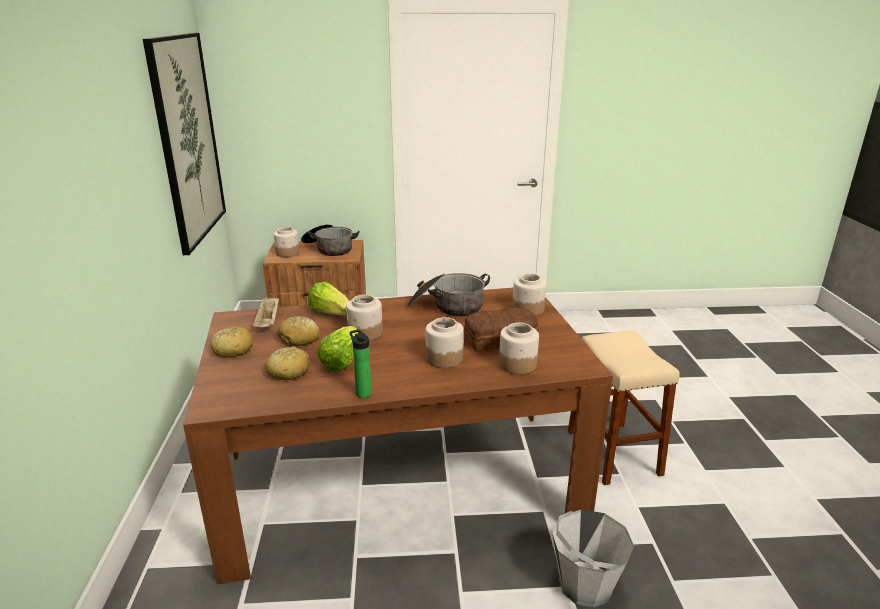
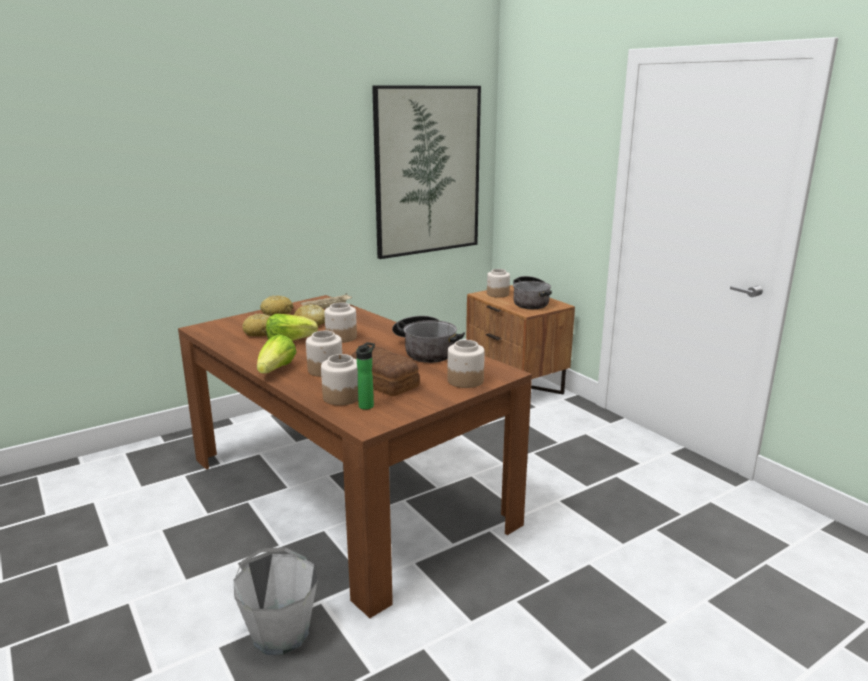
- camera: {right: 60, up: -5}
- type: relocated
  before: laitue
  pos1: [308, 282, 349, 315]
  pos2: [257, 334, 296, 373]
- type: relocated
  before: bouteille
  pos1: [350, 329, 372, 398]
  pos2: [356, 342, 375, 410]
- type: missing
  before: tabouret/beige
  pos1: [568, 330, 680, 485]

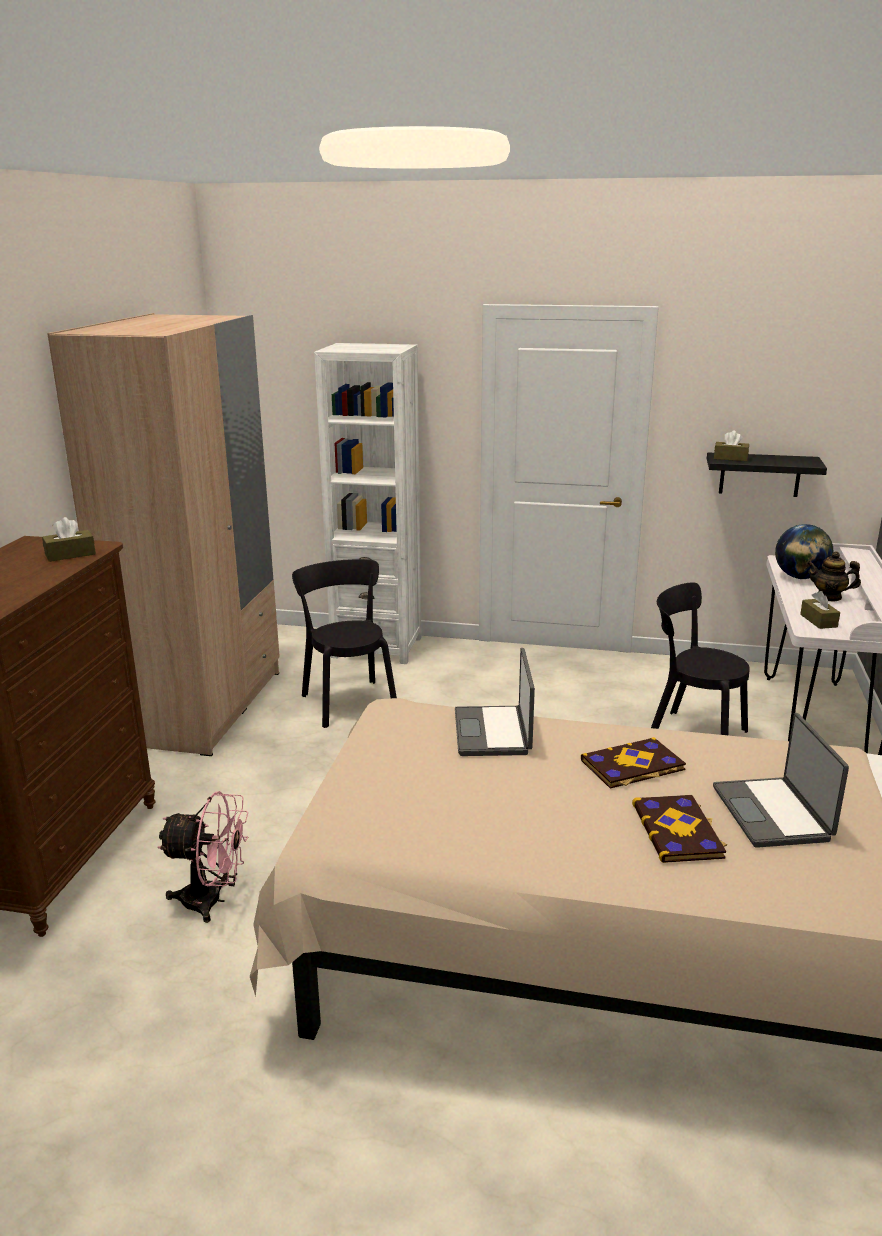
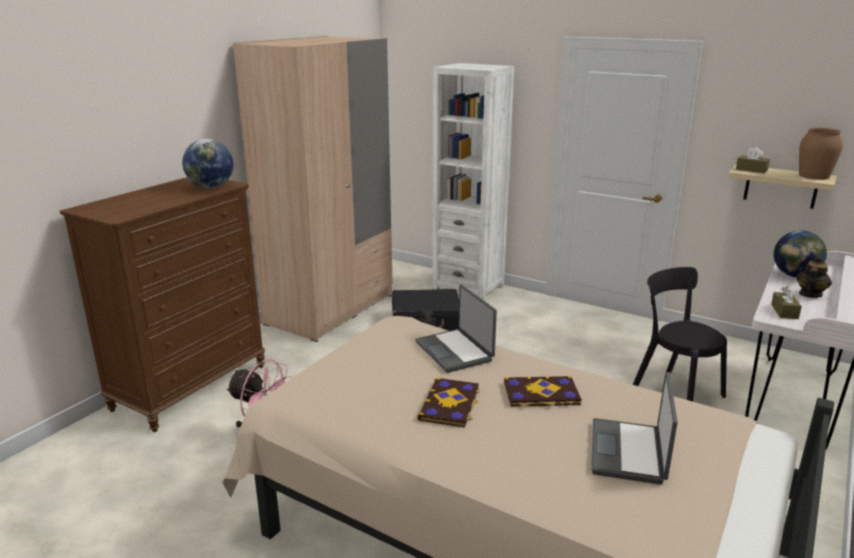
- camera: {right: 20, up: 0}
- type: colour
  before: étagère/noir
  after: étagère/beige
  pos1: [707, 453, 827, 497]
  pos2: [728, 164, 837, 209]
- type: exchanged
  before: boîte à mouchoirs/marron
  after: globe
  pos1: [42, 517, 96, 562]
  pos2: [182, 139, 233, 189]
- type: spun
  before: théière
  pos1: [806, 552, 861, 601]
  pos2: [797, 256, 832, 298]
  turn: 90
- type: exchanged
  before: chaise/noir
  after: valise/noir
  pos1: [292, 559, 397, 728]
  pos2: [392, 289, 459, 331]
- type: spun
  before: ordinateur portable
  pos1: [455, 648, 535, 756]
  pos2: [415, 285, 497, 373]
  turn: -45
- type: relocated
  before: livre
  pos1: [632, 795, 727, 863]
  pos2: [417, 378, 480, 428]
- type: appeared
  after: vase/marron
  pos2: [799, 128, 843, 180]

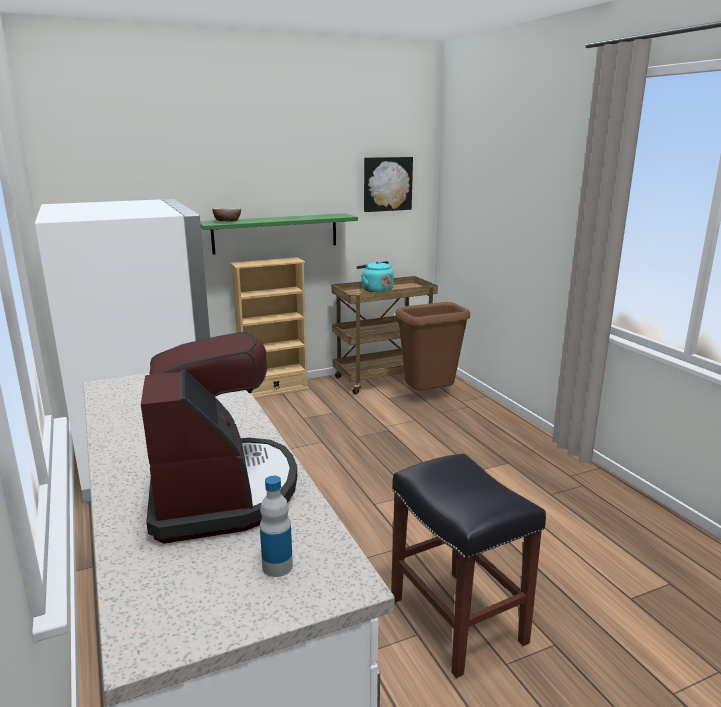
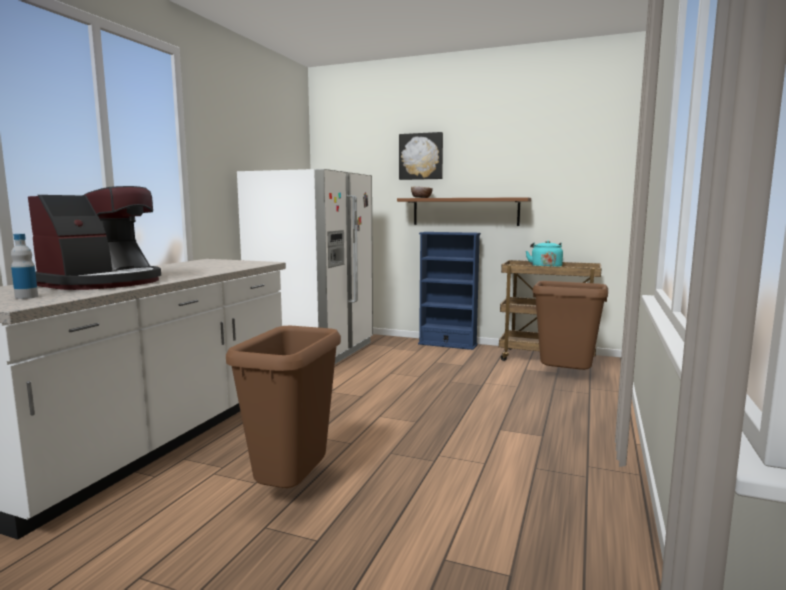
- camera: {right: 45, up: -10}
- type: relocated
  before: tableau
  pos1: [364, 157, 413, 212]
  pos2: [399, 132, 443, 180]
- type: colour
  before: étagère/vert
  after: étagère/marron
  pos1: [200, 213, 358, 254]
  pos2: [397, 197, 531, 226]
- type: colour
  before: bibliothèque/beige
  after: bibliothèque/bleu
  pos1: [230, 257, 309, 399]
  pos2: [418, 232, 481, 350]
- type: exchanged
  before: tabouret/noir
  after: poubelle/marron
  pos1: [391, 453, 546, 678]
  pos2: [226, 326, 341, 488]

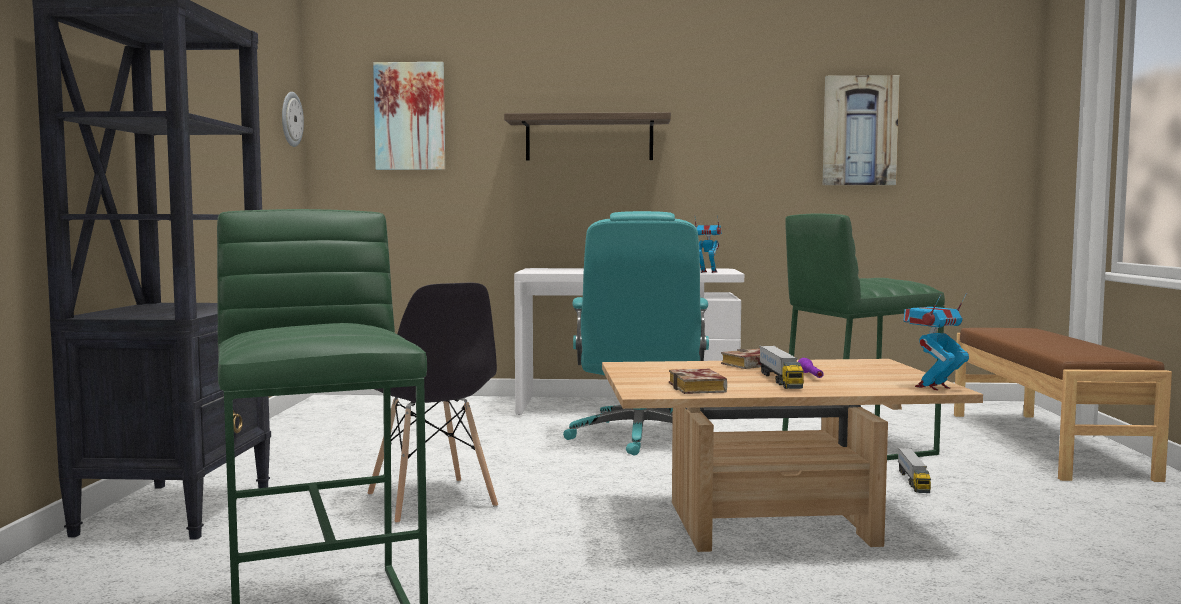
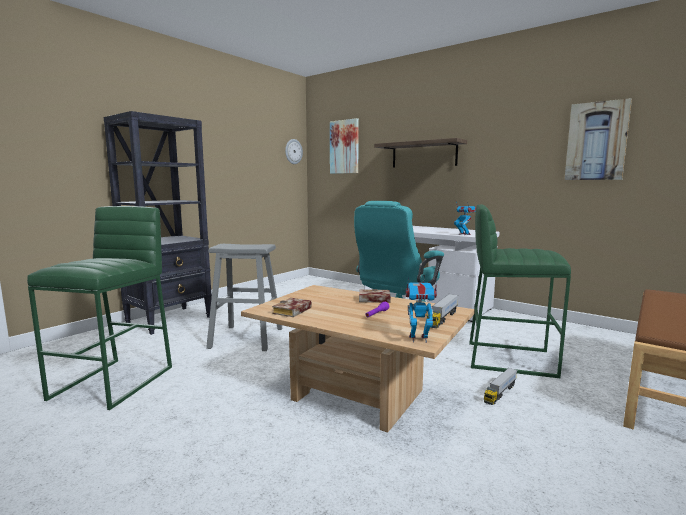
- camera: {right: 35, up: 5}
- type: exchanged
  before: chaise/gris
  after: tabouret/gris
  pos1: [367, 283, 498, 524]
  pos2: [206, 244, 283, 351]
- type: relocated
  before: camion jouet
  pos1: [759, 346, 804, 389]
  pos2: [427, 294, 458, 328]

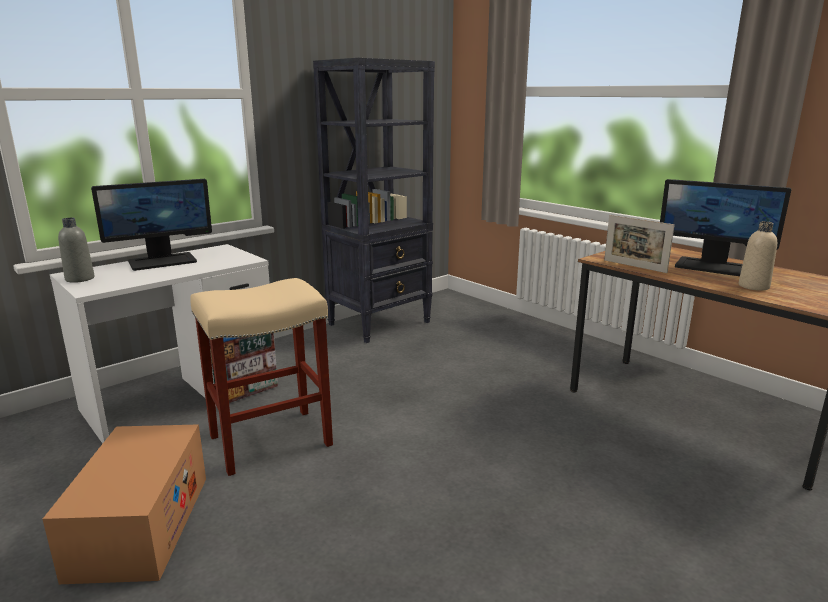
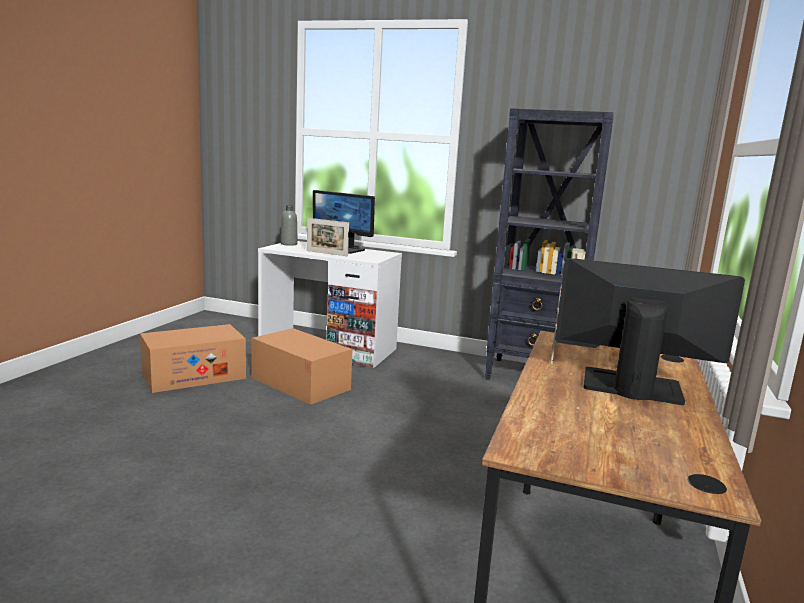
- camera: {right: 60, up: -5}
- type: spun
  before: écran d'ordinateur
  pos1: [660, 179, 791, 276]
  pos2: [555, 258, 745, 405]
  turn: 105
- type: missing
  before: bouteille/beige
  pos1: [739, 221, 777, 291]
- type: exchanged
  before: tabouret/beige
  after: carton
  pos1: [190, 278, 333, 476]
  pos2: [251, 328, 352, 405]
- type: appeared
  after: cadre photo
  pos2: [307, 218, 349, 256]

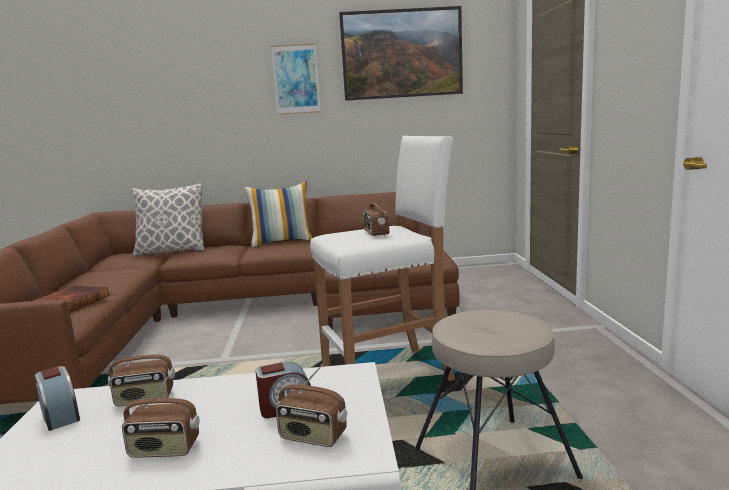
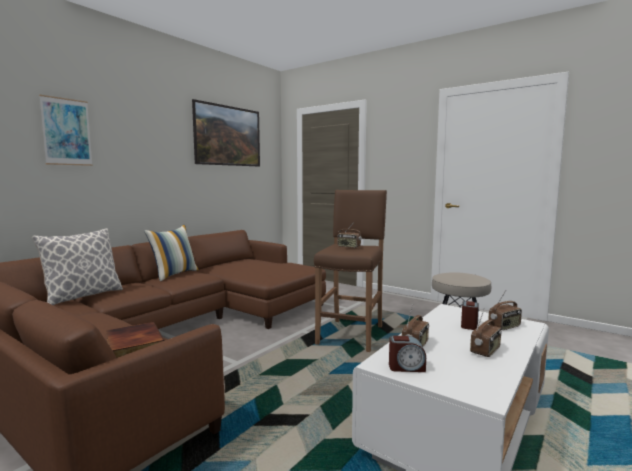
- camera: {right: -50, up: -5}
- type: relocated
  before: tableau
  pos1: [271, 43, 321, 115]
  pos2: [39, 95, 93, 166]
- type: colour
  before: tabouret/blanc
  after: tabouret/marron
  pos1: [310, 136, 455, 381]
  pos2: [314, 190, 387, 352]

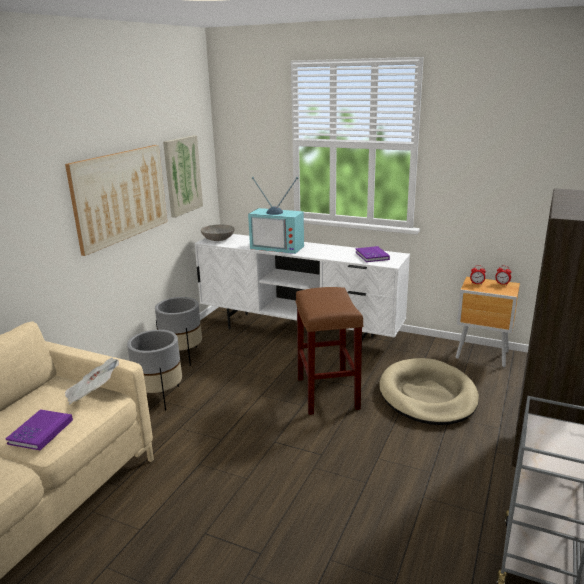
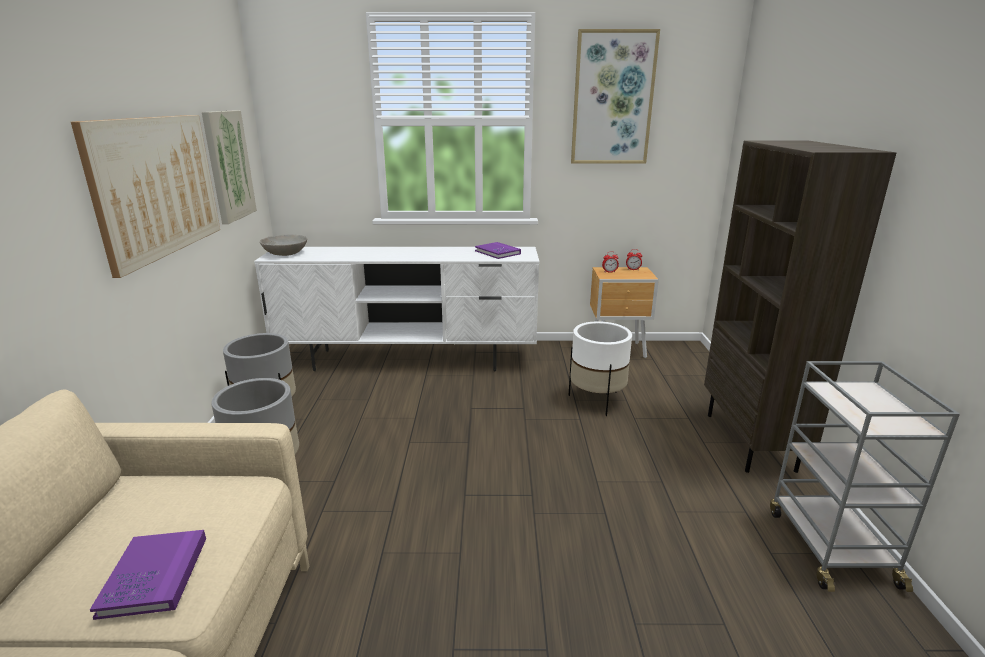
- camera: {right: -25, up: 0}
- type: missing
  before: téléviseur
  pos1: [248, 177, 304, 254]
- type: missing
  before: tabouret/marron
  pos1: [295, 287, 364, 415]
- type: missing
  before: journal
  pos1: [65, 357, 119, 405]
- type: exchanged
  before: panier pour chien/beige
  after: cache-pot/blanc
  pos1: [379, 358, 479, 425]
  pos2: [568, 321, 632, 416]
- type: appeared
  after: tableau
  pos2: [571, 29, 660, 164]

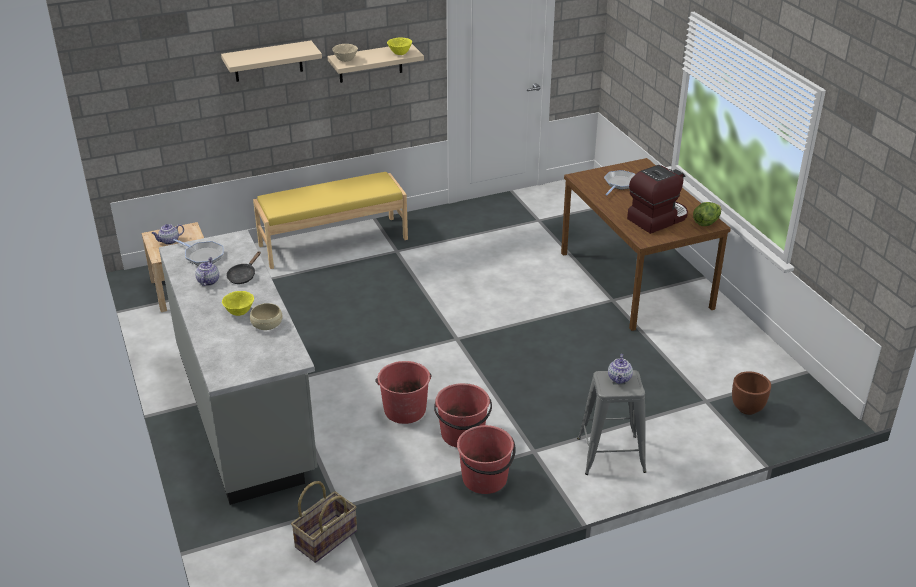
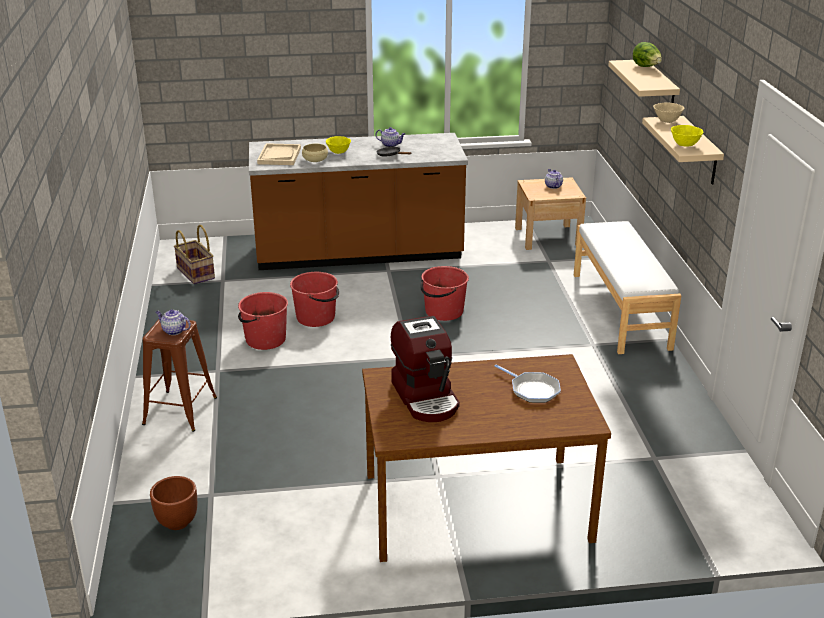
- camera: {right: 105, up: -5}
- type: colour
  before: banc/jaune
  after: banc/blanc
  pos1: [253, 172, 408, 269]
  pos2: [574, 221, 681, 354]
- type: relocated
  before: laitue
  pos1: [693, 202, 721, 226]
  pos2: [633, 42, 662, 67]
- type: colour
  before: comptoir de cuisine/gris
  after: comptoir de cuisine/marron
  pos1: [159, 230, 318, 505]
  pos2: [249, 133, 468, 270]
- type: missing
  before: poêle
  pos1: [173, 239, 224, 266]
- type: colour
  before: tabouret/gris
  after: tabouret/marron
  pos1: [577, 370, 646, 475]
  pos2: [142, 319, 217, 432]
- type: relocated
  before: seau/rouge
  pos1: [457, 425, 516, 494]
  pos2: [420, 266, 469, 321]
- type: appeared
  after: plateau/beige
  pos2: [257, 143, 301, 165]

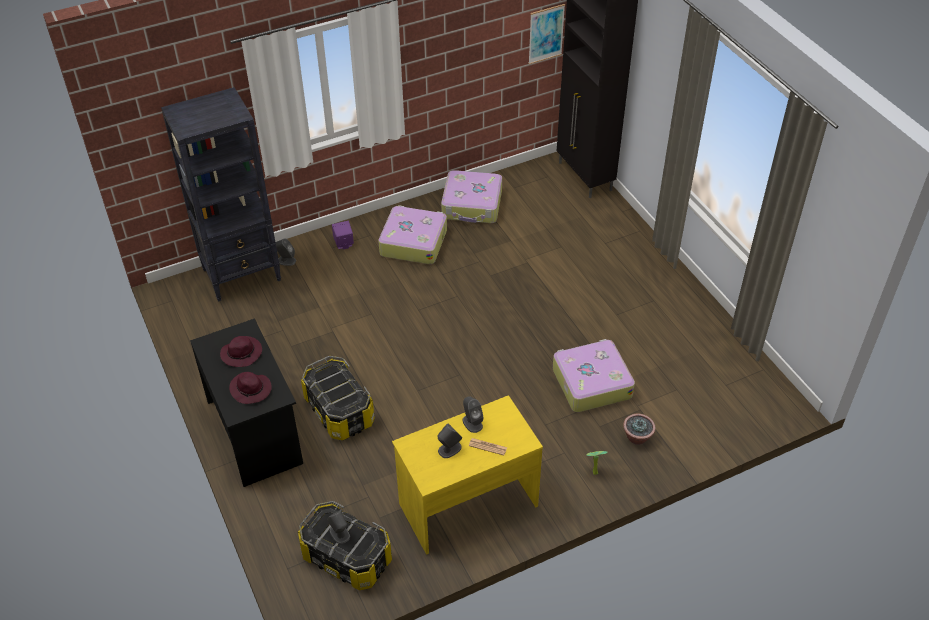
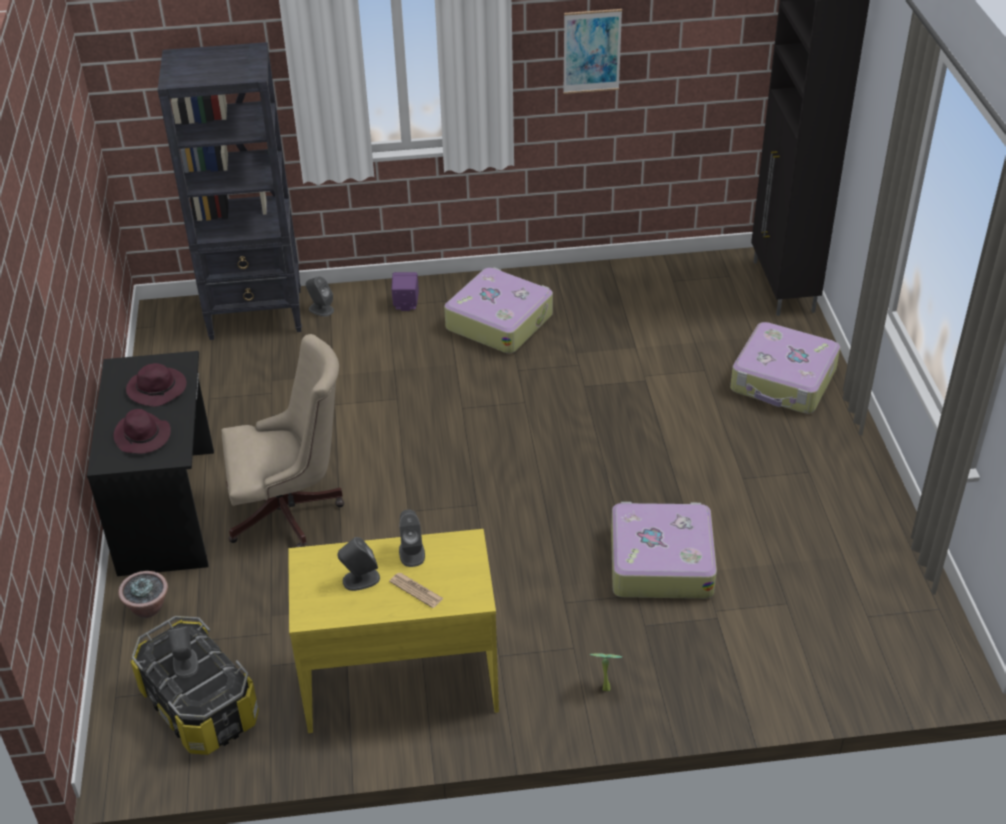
- camera: {right: 20, up: -5}
- type: relocated
  before: tableau
  pos1: [528, 4, 565, 64]
  pos2: [563, 9, 622, 94]
- type: relocated
  before: valise
  pos1: [441, 170, 502, 223]
  pos2: [730, 322, 840, 414]
- type: exchanged
  before: boîte de rangement
  after: chaise de bureau/beige
  pos1: [301, 356, 375, 440]
  pos2: [221, 334, 344, 547]
- type: relocated
  before: plante en pot
  pos1: [623, 414, 656, 445]
  pos2: [118, 571, 168, 618]

